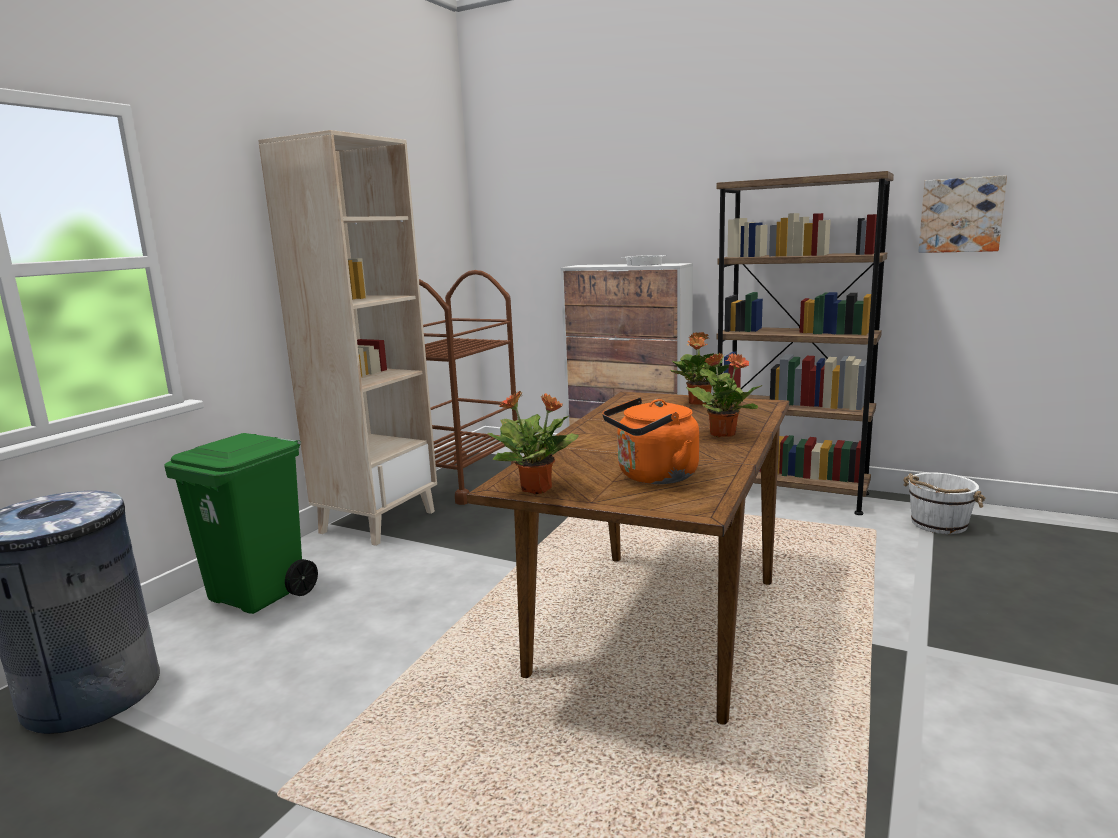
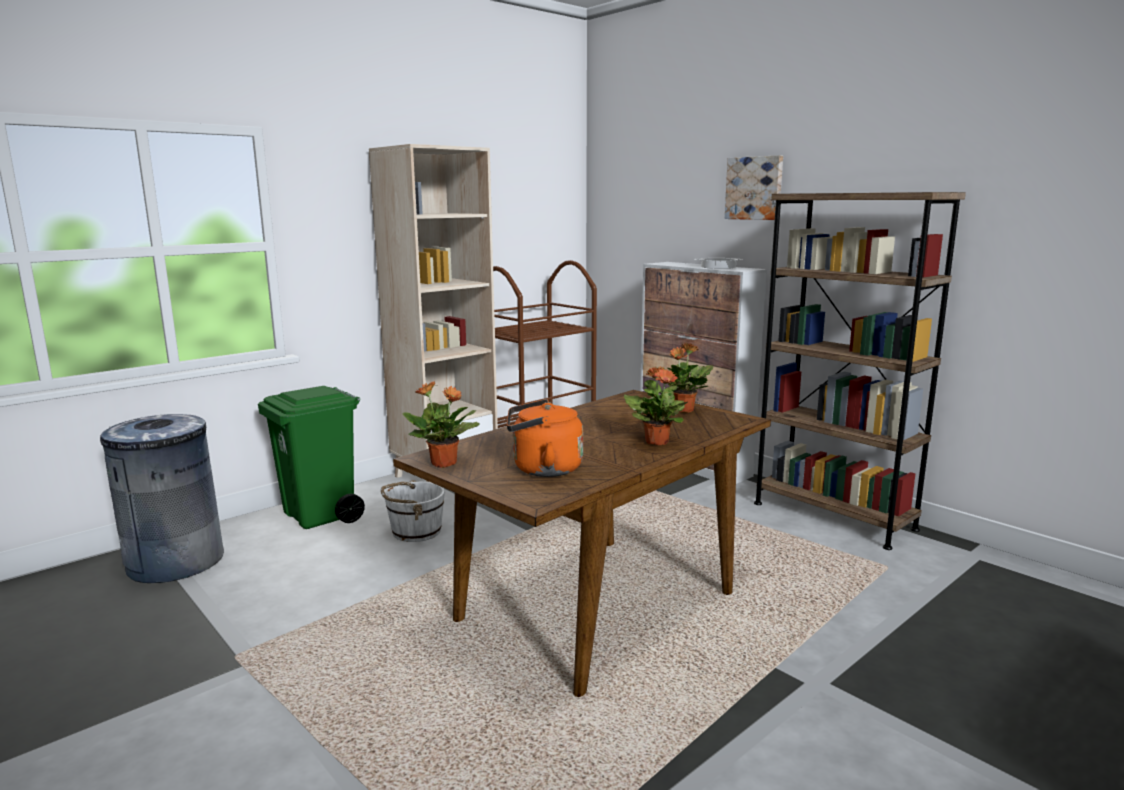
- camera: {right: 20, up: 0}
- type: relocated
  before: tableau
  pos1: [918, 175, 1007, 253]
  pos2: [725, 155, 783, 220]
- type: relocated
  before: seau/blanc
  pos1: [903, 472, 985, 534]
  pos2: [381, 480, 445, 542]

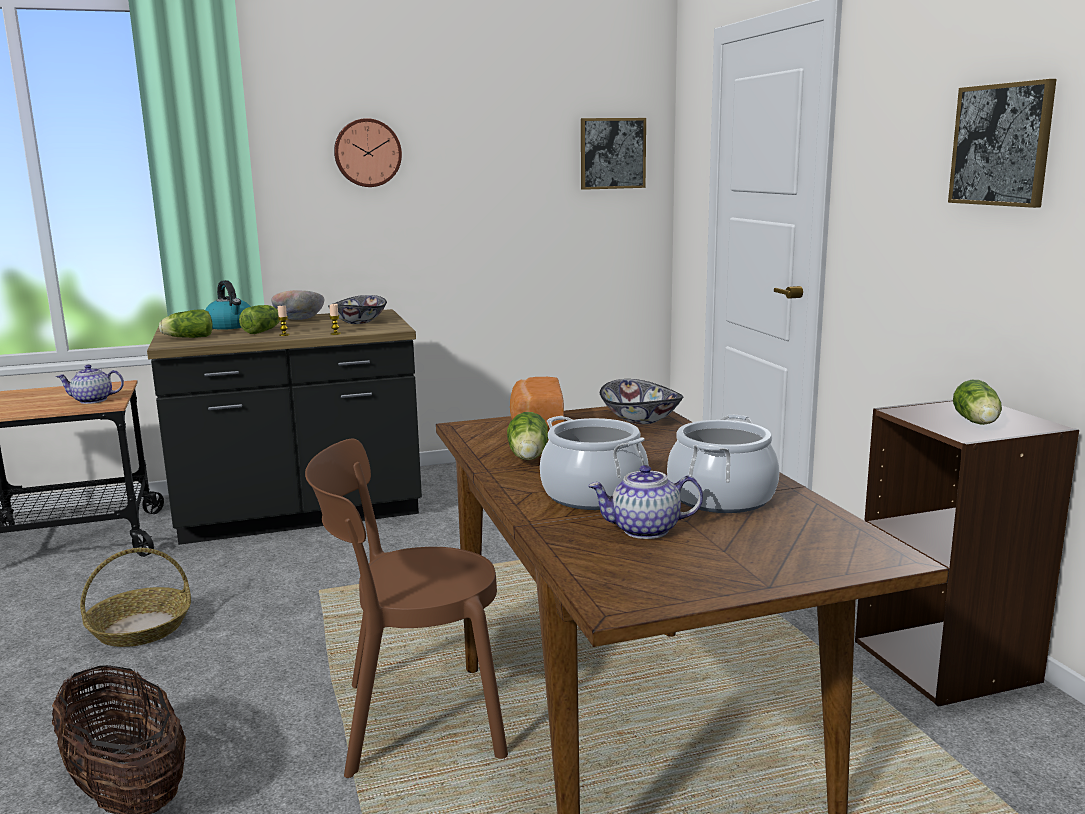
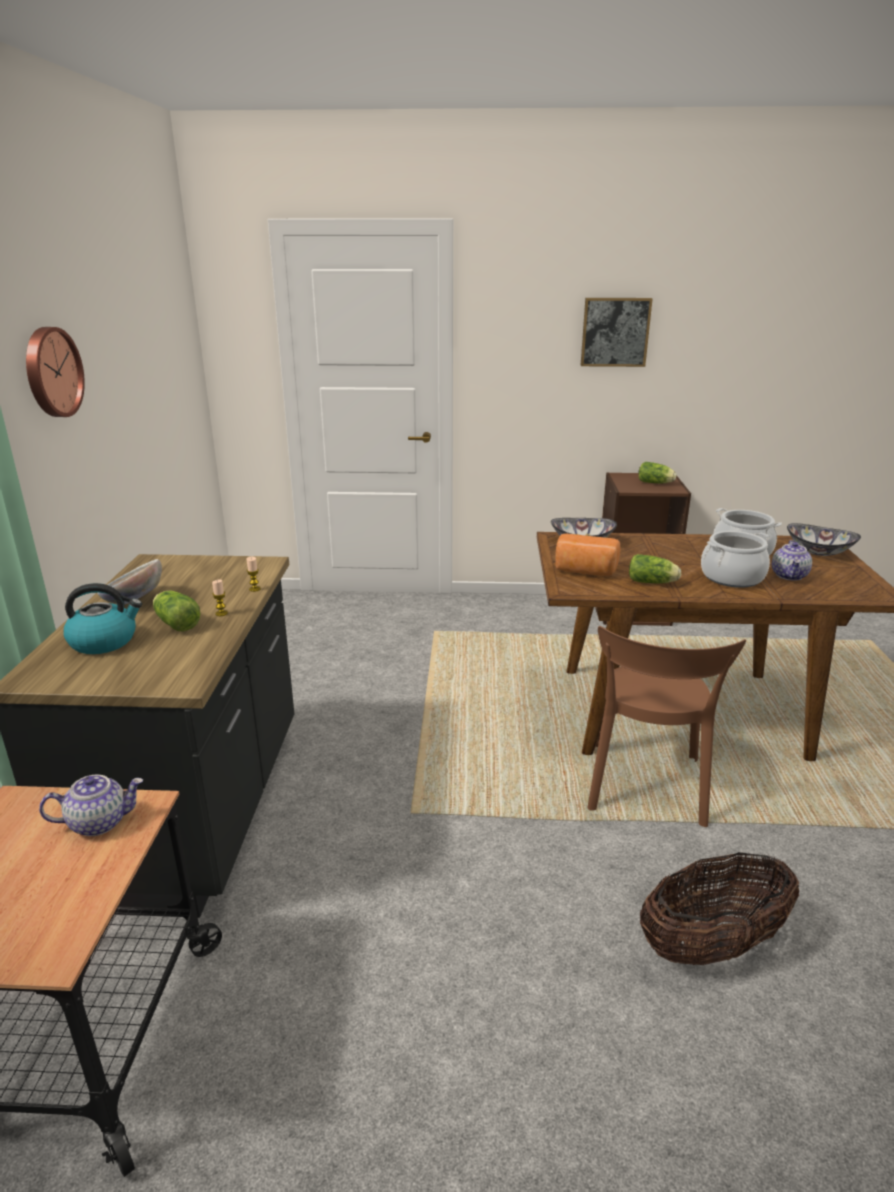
- camera: {right: -70, up: 10}
- type: missing
  before: tableau
  pos1: [581, 118, 646, 190]
- type: relocated
  before: bol
  pos1: [328, 295, 387, 324]
  pos2: [787, 523, 861, 556]
- type: missing
  before: laitue
  pos1: [159, 310, 212, 338]
- type: spun
  before: théière
  pos1: [56, 365, 124, 404]
  pos2: [39, 775, 143, 836]
  turn: -120
- type: missing
  before: panier
  pos1: [80, 548, 191, 647]

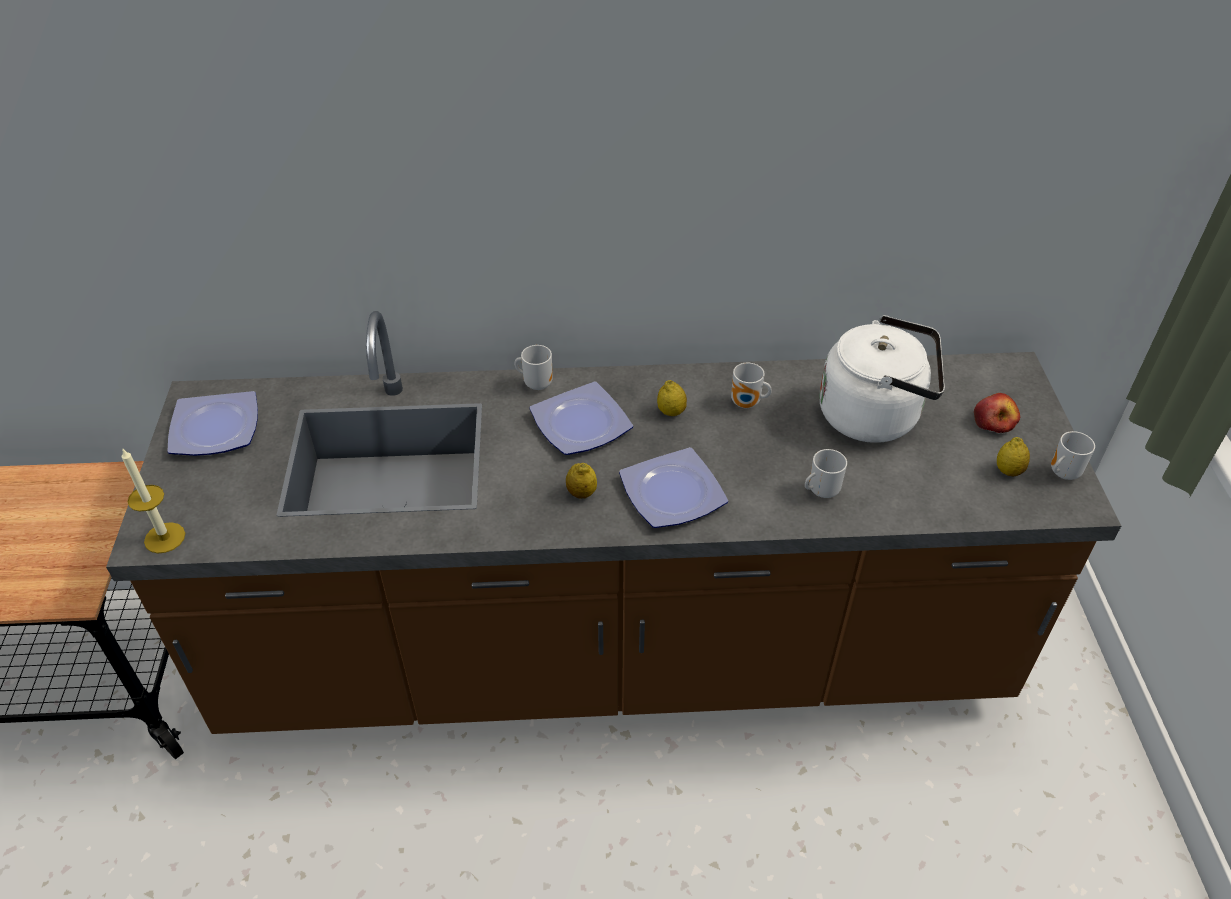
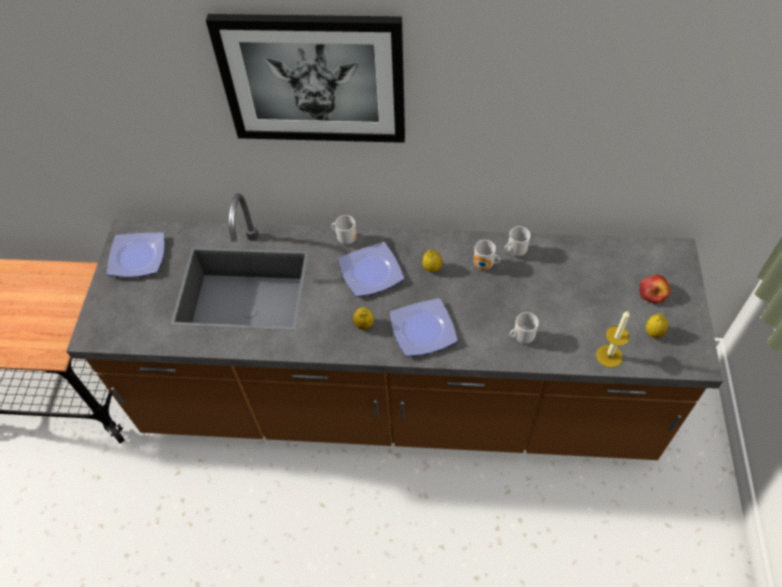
- camera: {right: 10, up: 10}
- type: missing
  before: bouilloire/blanc
  pos1: [819, 315, 945, 443]
- type: relocated
  before: mug
  pos1: [1051, 431, 1095, 480]
  pos2: [505, 226, 531, 256]
- type: relocated
  before: bougie
  pos1: [122, 449, 185, 553]
  pos2: [596, 311, 629, 367]
- type: appeared
  after: tableau
  pos2: [206, 14, 405, 143]

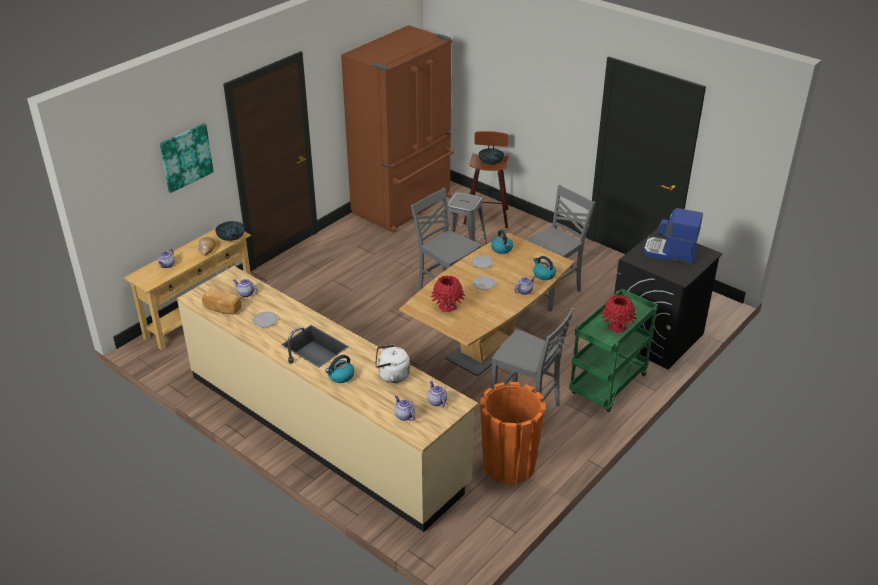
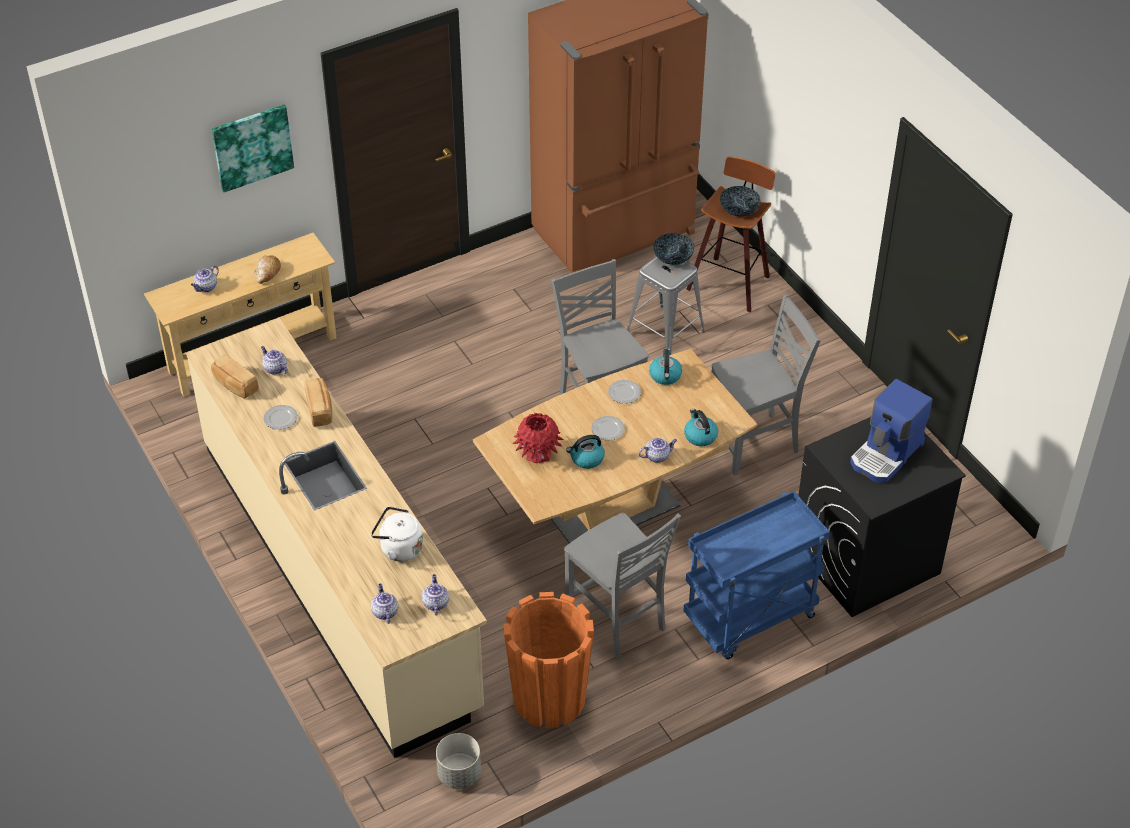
- camera: {right: 20, up: 10}
- type: spun
  before: machine à café
  pos1: [644, 208, 703, 265]
  pos2: [850, 379, 933, 483]
  turn: -90
- type: relocated
  before: bol
  pos1: [215, 221, 245, 241]
  pos2: [653, 233, 694, 265]
- type: colour
  before: chariot/vert
  after: chariot/bleu
  pos1: [569, 289, 658, 412]
  pos2: [683, 491, 830, 659]
- type: missing
  before: vase/rouge
  pos1: [601, 295, 637, 333]
- type: relocated
  before: bouilloire
  pos1: [325, 355, 354, 383]
  pos2: [566, 435, 605, 469]
- type: appeared
  after: pain
  pos2: [304, 378, 332, 427]
- type: appeared
  after: cache-pot/gris
  pos2: [436, 733, 481, 789]

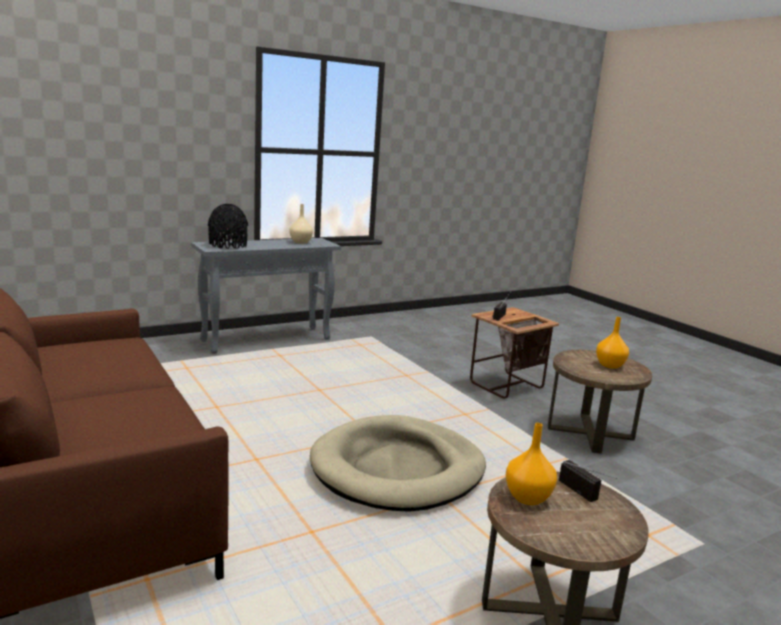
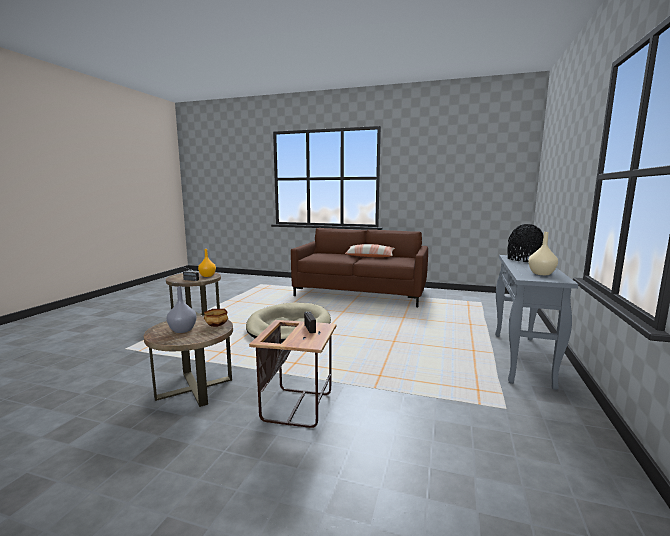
- camera: {right: 140, up: -5}
- type: colour
  before: vase/orange
  after: vase/gris
  pos1: [596, 317, 629, 369]
  pos2: [167, 286, 197, 333]
- type: appeared
  after: coussin
  pos2: [345, 244, 395, 257]
- type: appeared
  after: bol
  pos2: [204, 309, 228, 327]

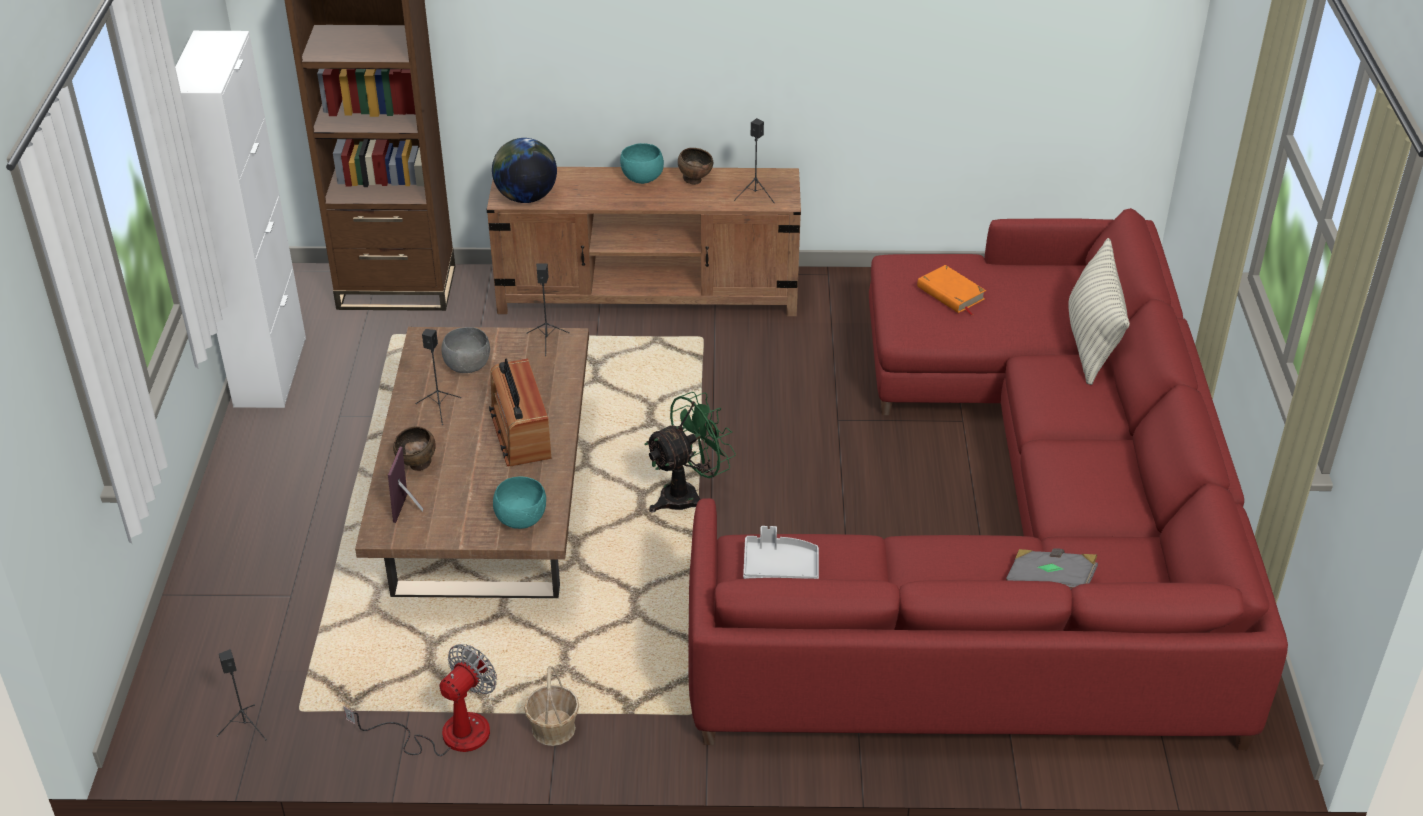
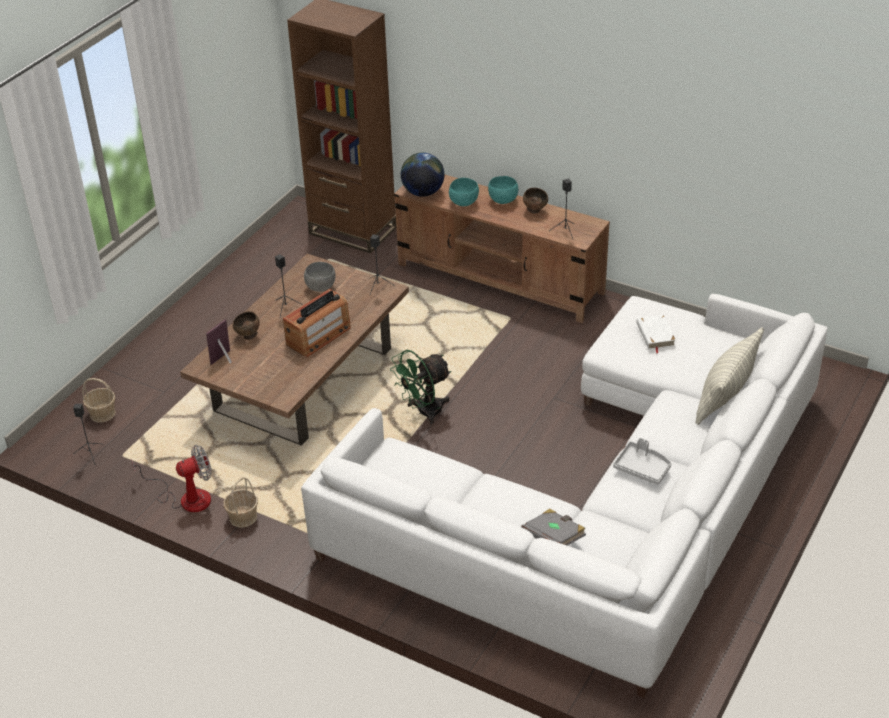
- camera: {right: 30, up: 0}
- type: missing
  before: meuble de rangement/blanc
  pos1: [175, 31, 306, 408]
- type: colour
  before: canapé/rouge
  after: canapé/blanc
  pos1: [688, 208, 1288, 750]
  pos2: [301, 294, 828, 698]
- type: colour
  before: livre/orange
  after: livre/blanc
  pos1: [917, 265, 986, 315]
  pos2: [637, 315, 676, 354]
- type: spun
  before: radio
  pos1: [489, 359, 551, 467]
  pos2: [283, 289, 351, 357]
  turn: -150
- type: spun
  before: ventilateur/vert
  pos1: [644, 392, 736, 513]
  pos2: [390, 350, 451, 425]
  turn: 150
- type: relocated
  before: bol/turquoise
  pos1: [493, 477, 546, 529]
  pos2: [449, 178, 479, 206]
- type: relocated
  before: plateau/gris
  pos1: [743, 526, 819, 579]
  pos2: [613, 437, 672, 485]
- type: appeared
  after: panier
  pos2: [82, 378, 116, 422]

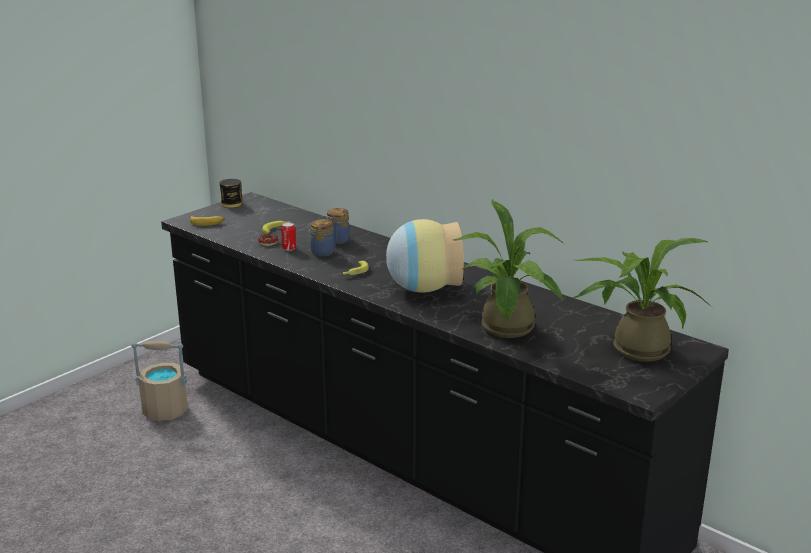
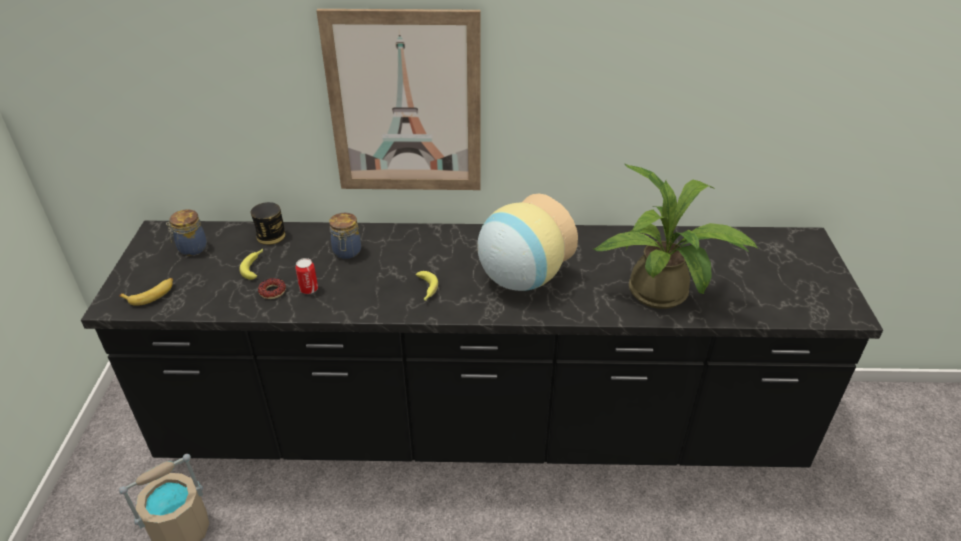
- camera: {right: -40, up: 15}
- type: relocated
  before: boîte métallique
  pos1: [220, 179, 243, 208]
  pos2: [250, 202, 286, 245]
- type: relocated
  before: bocal
  pos1: [308, 219, 335, 257]
  pos2: [166, 209, 207, 256]
- type: missing
  before: plante en pot
  pos1: [573, 238, 712, 362]
- type: appeared
  after: tableau
  pos2: [316, 9, 480, 190]

